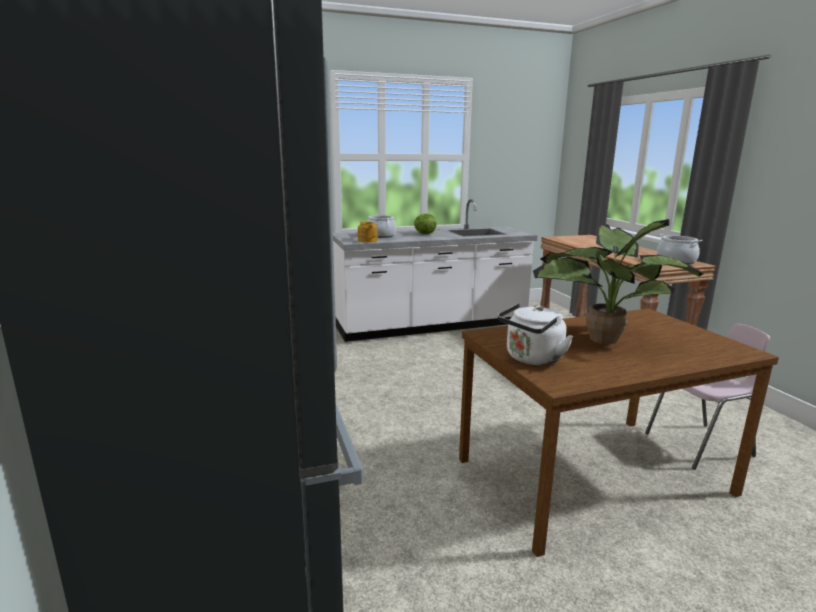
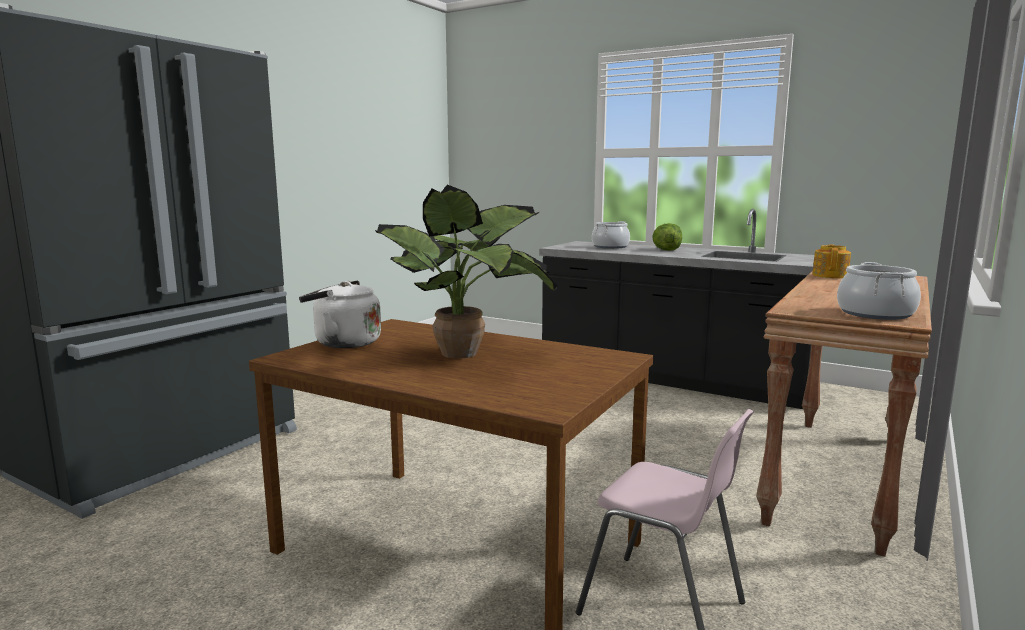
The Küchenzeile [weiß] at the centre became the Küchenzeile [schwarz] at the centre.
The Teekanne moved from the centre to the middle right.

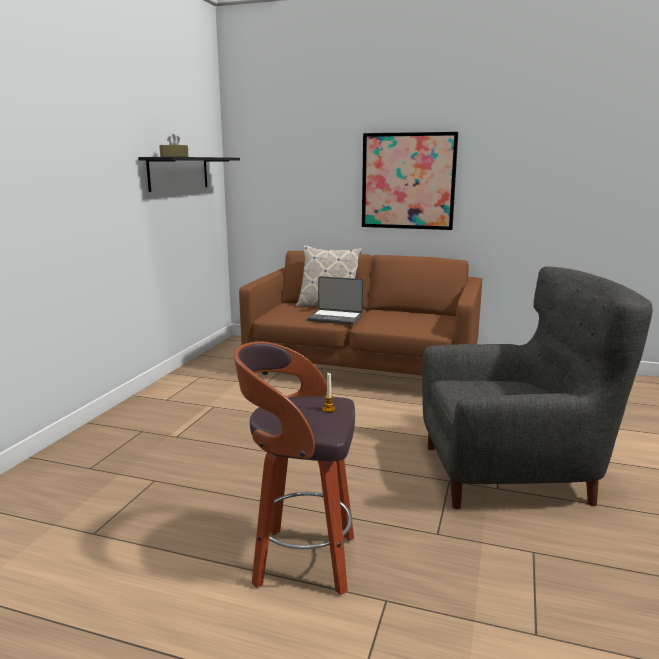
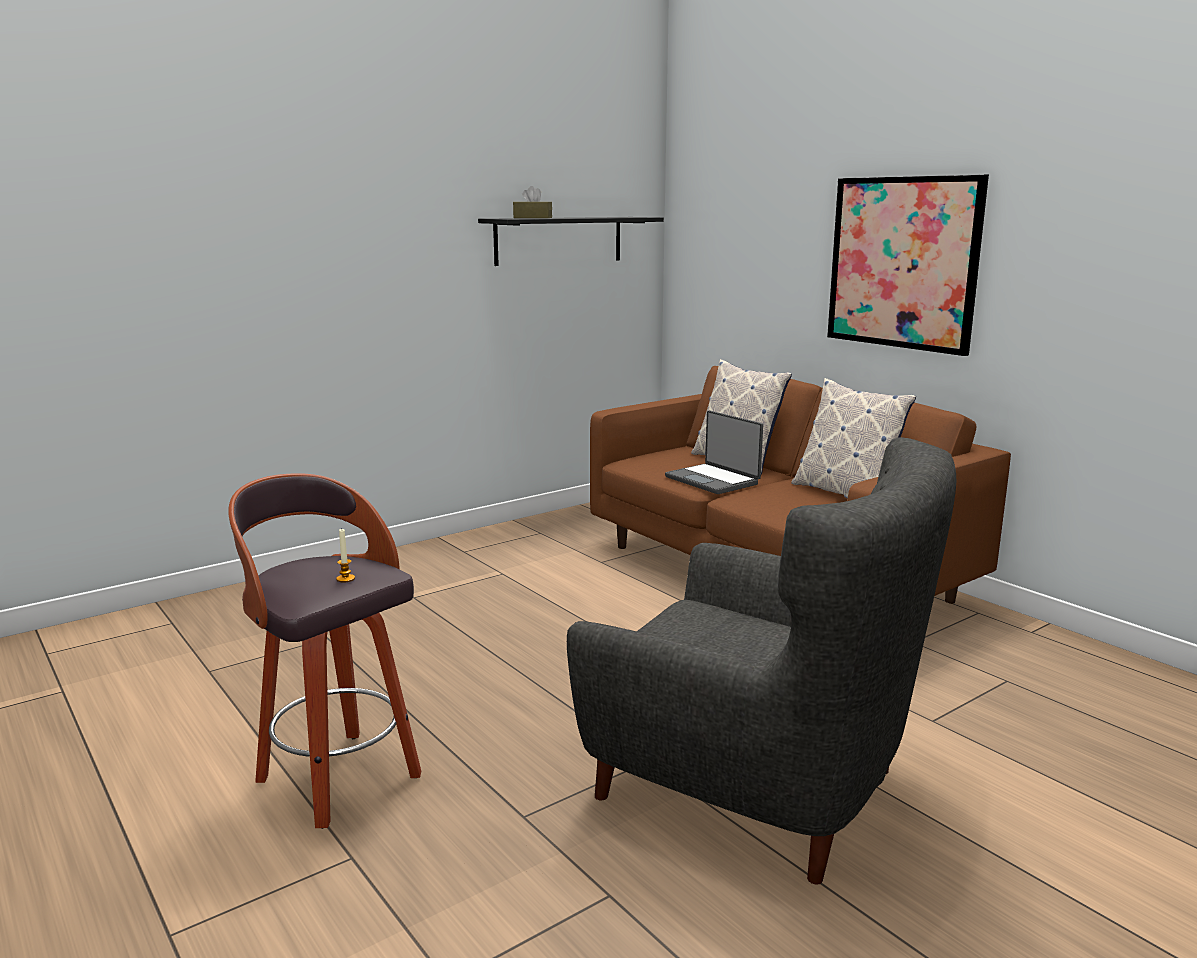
The Kissen (no. 2 from left) at the middle right appeared.

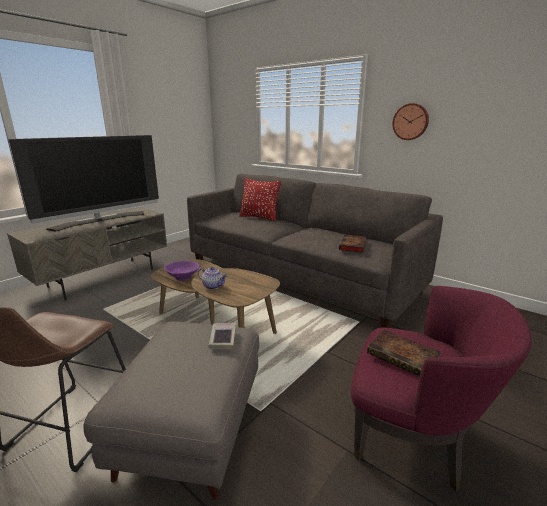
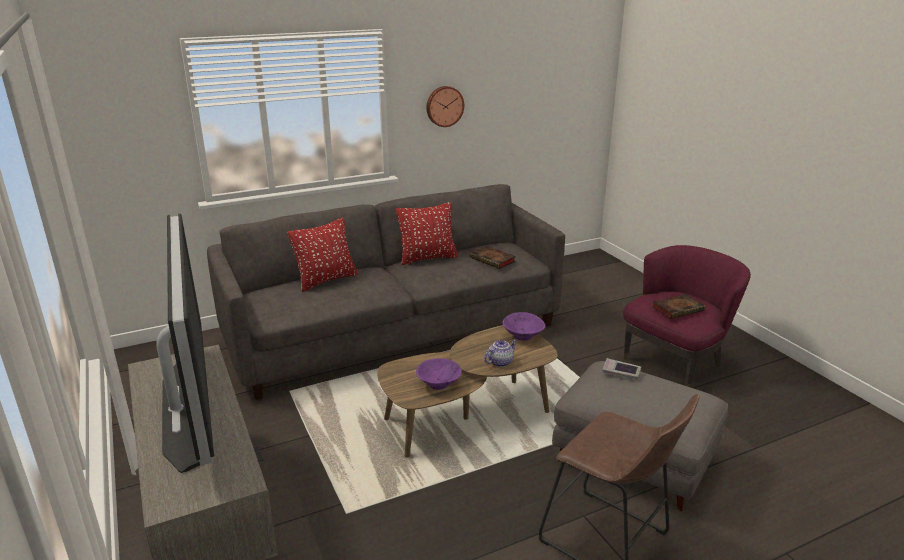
The Kissen [rot] (no. 2 from left) at the centre appeared.
The Schüssel [lila] (no. 2 from left) at the centre appeared.

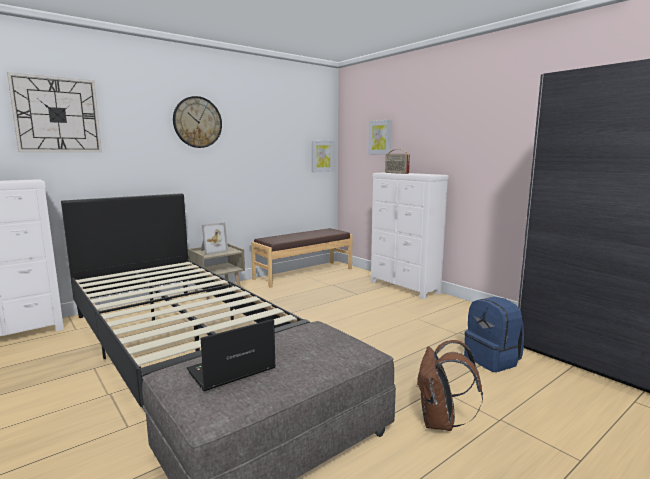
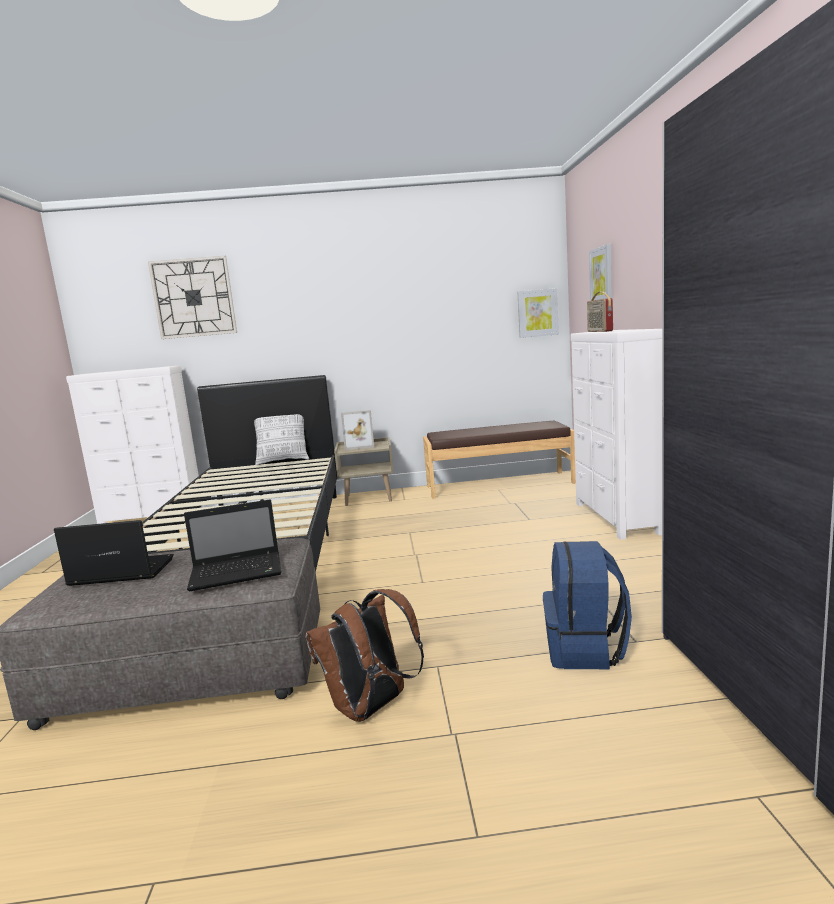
The Wanduhr (no. 2 from left) at the top left disappeared.
The Laptop (no. 2 from left) at the middle left appeared.
The Kissen at the centre appeared.

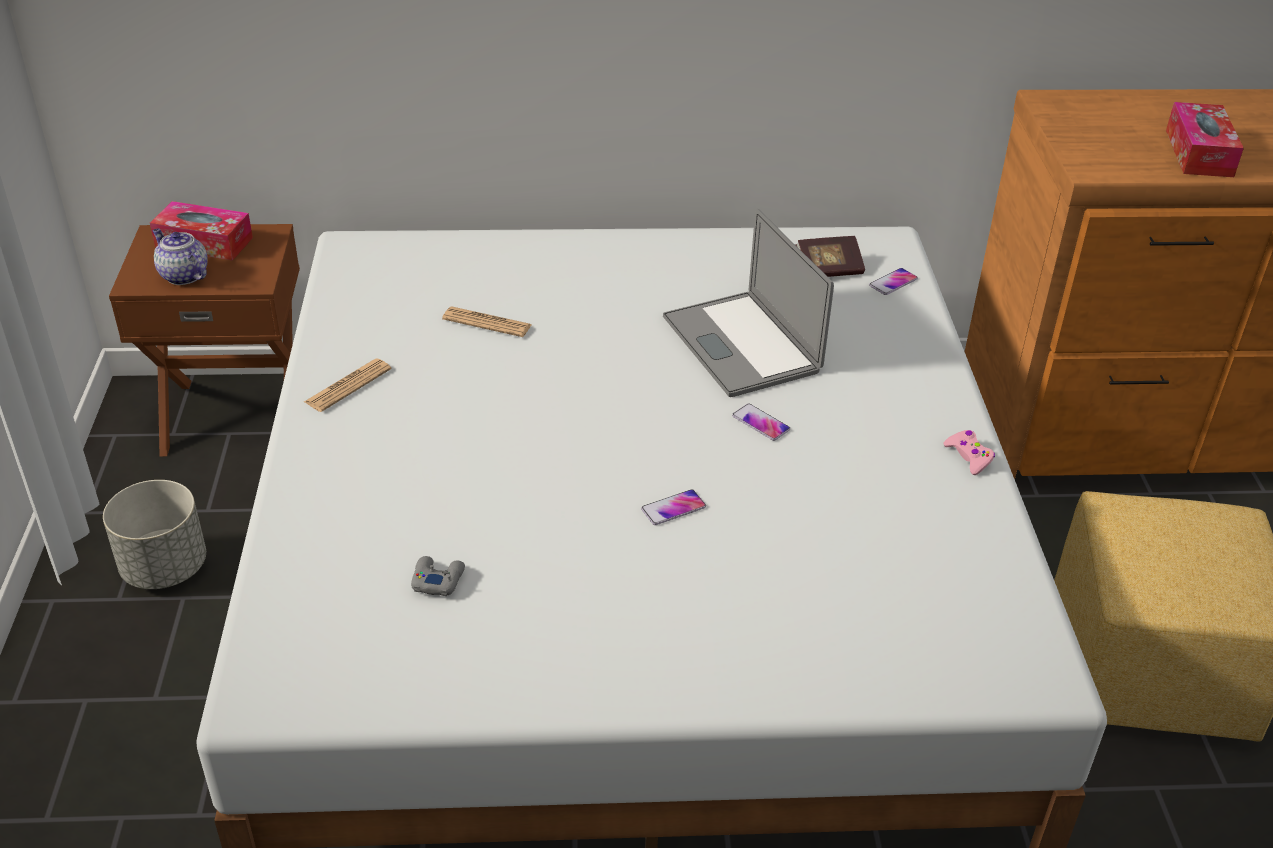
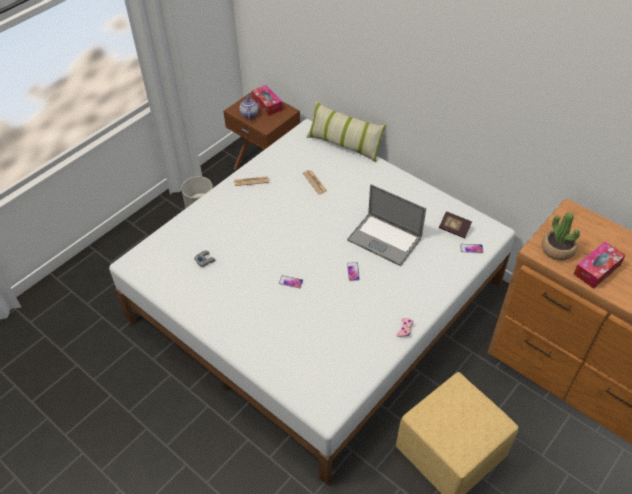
The Laptop at the centre turned 75 degrees counterclockwise.
The Kissen at the top centre appeared.
The Topfpflanze at the middle right appeared.

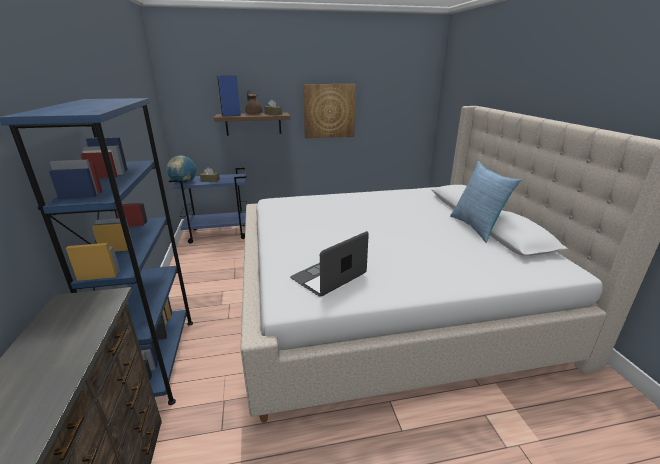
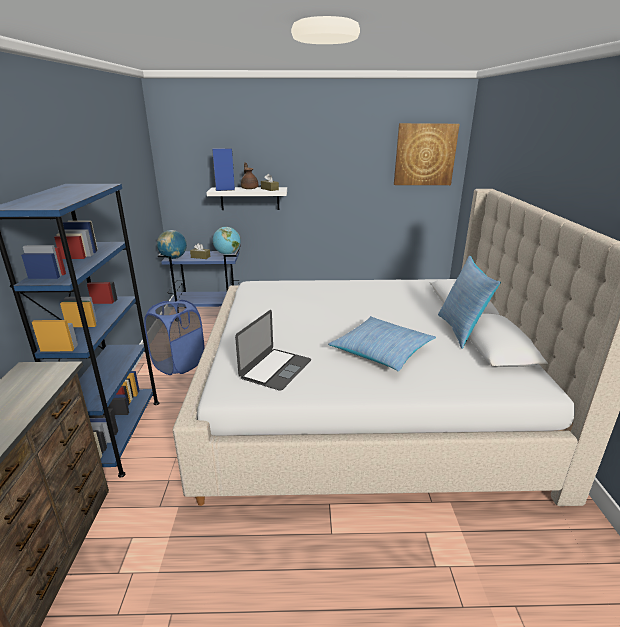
The Wandregal [braun] at the top centre became the Wandregal [weiß] at the top centre.
The Laptop at the centre turned 150 degrees clockwise.
The Bild moved from the top centre to the top right.
The Wäschekorb [blau] at the middle left appeared.
The Globus (no. 2 from left) at the centre appeared.
The Kissen (no. 1 from left) at the centre appeared.

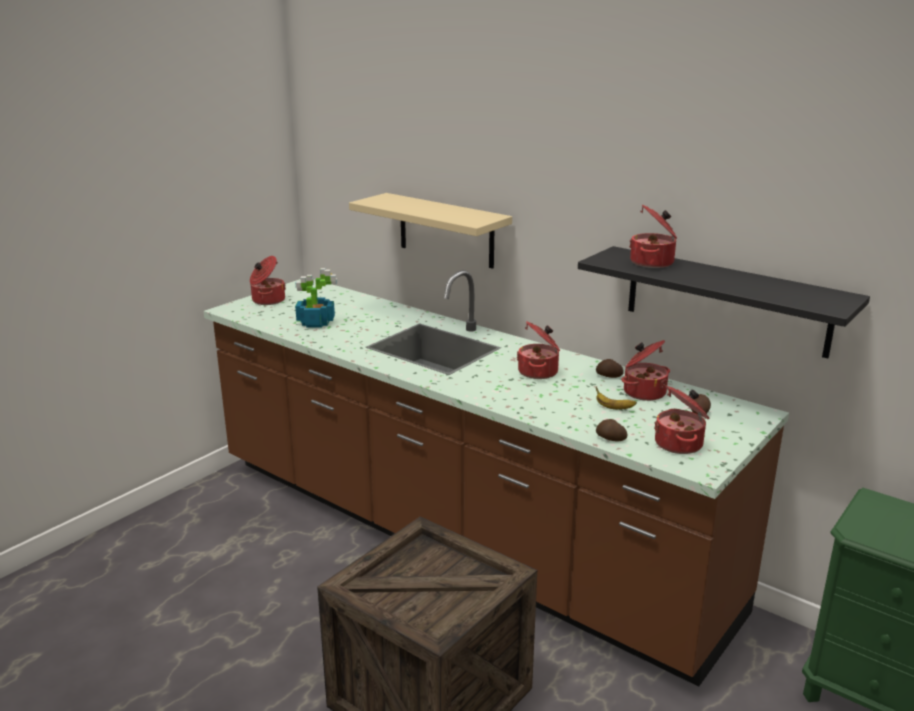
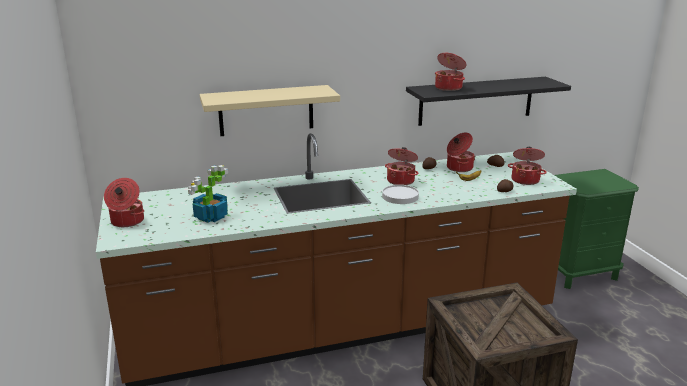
The Teller [weiß] at the centre appeared.

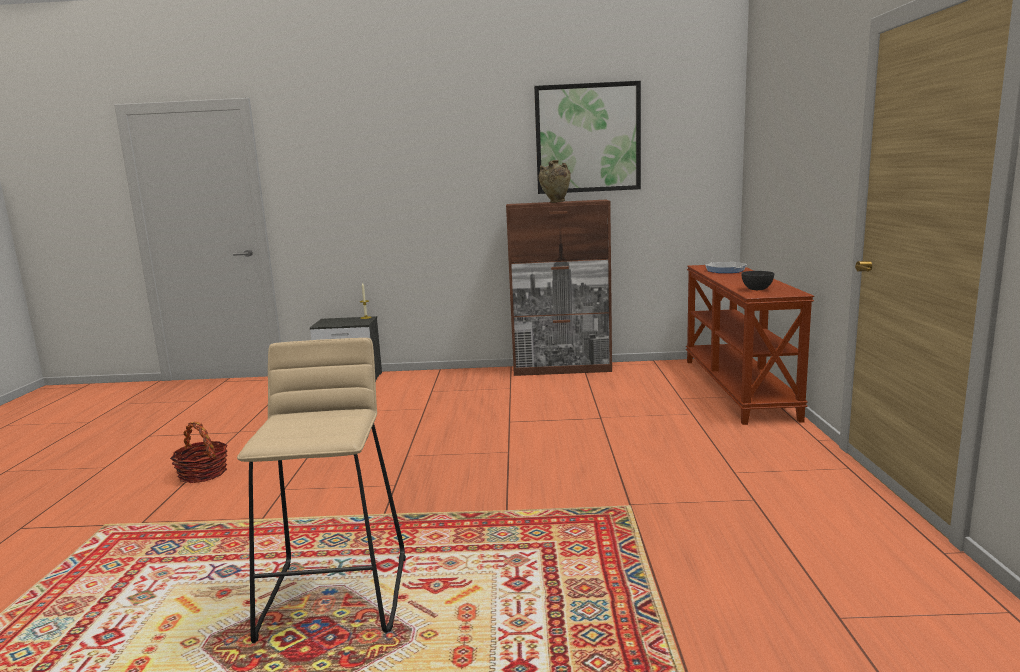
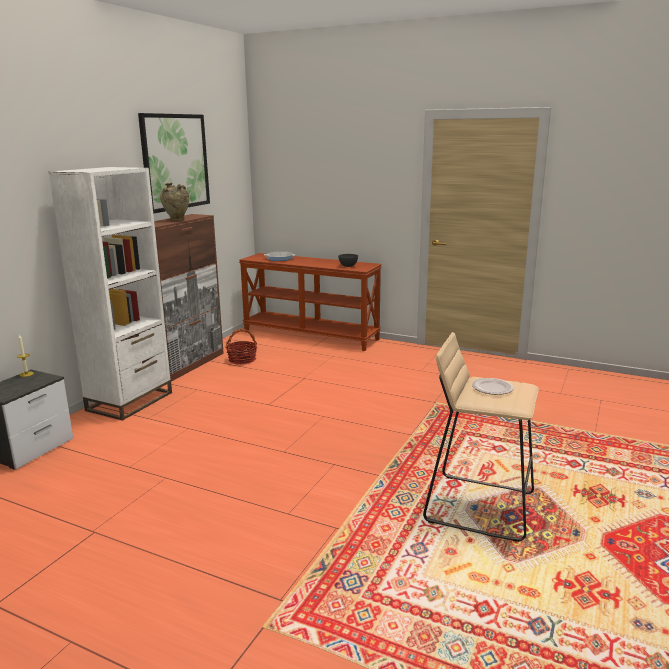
The Korb moved from the bottom left to the centre.
The Bücherregal [weiß] at the middle left appeared.
The Teller at the middle right appeared.

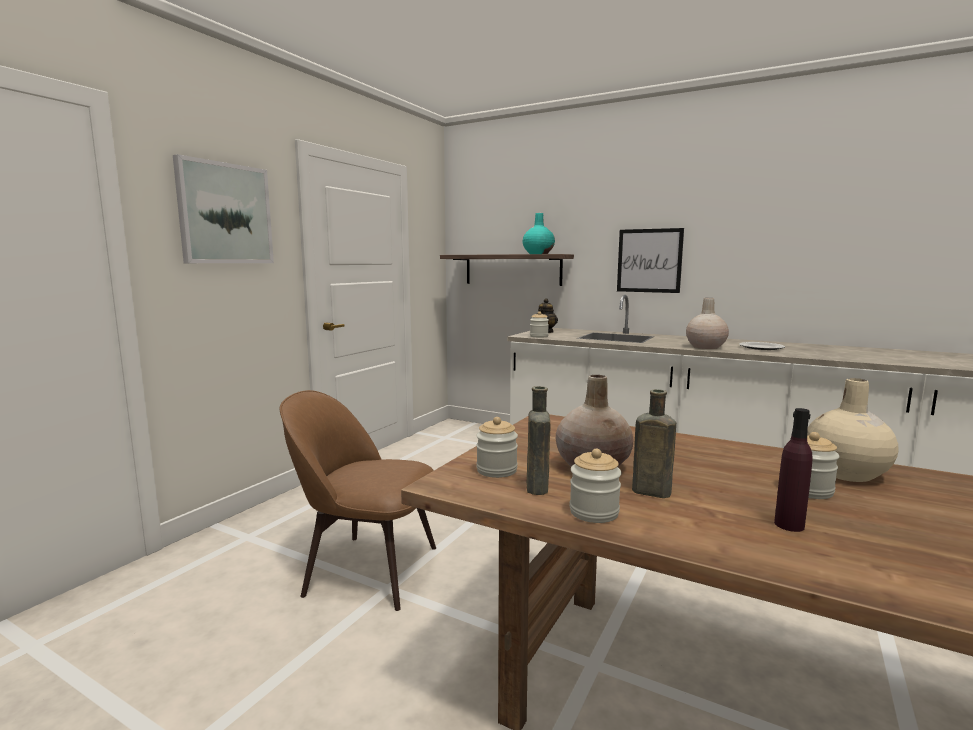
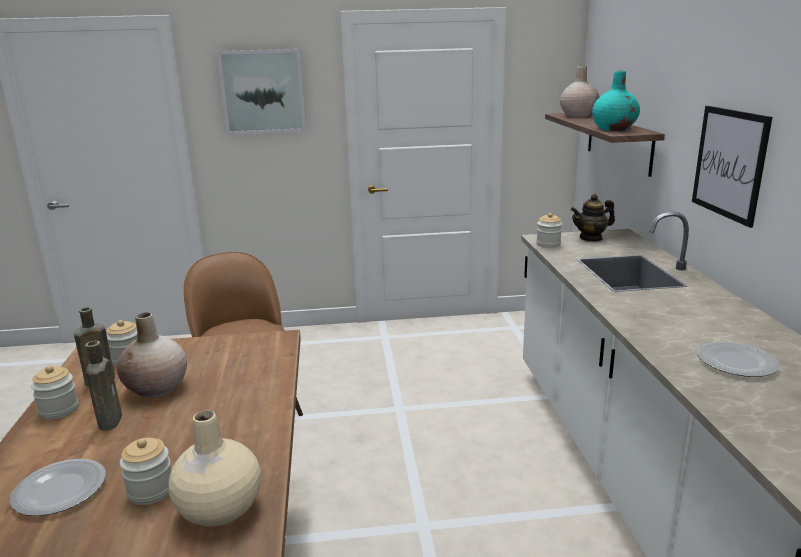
The Vase [beige] (no. 2 from left in the first image) moved from the middle right to the top right.
The Flasche [lila] at the middle right was replaced by the Teller (no. 1 from left) at the bottom left.

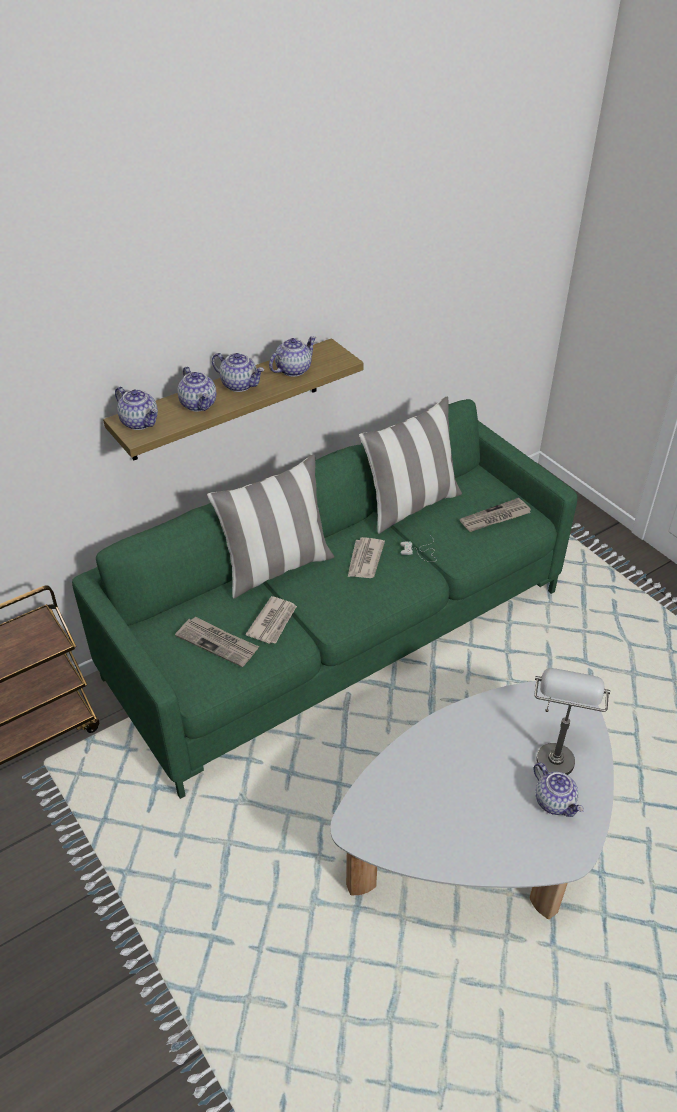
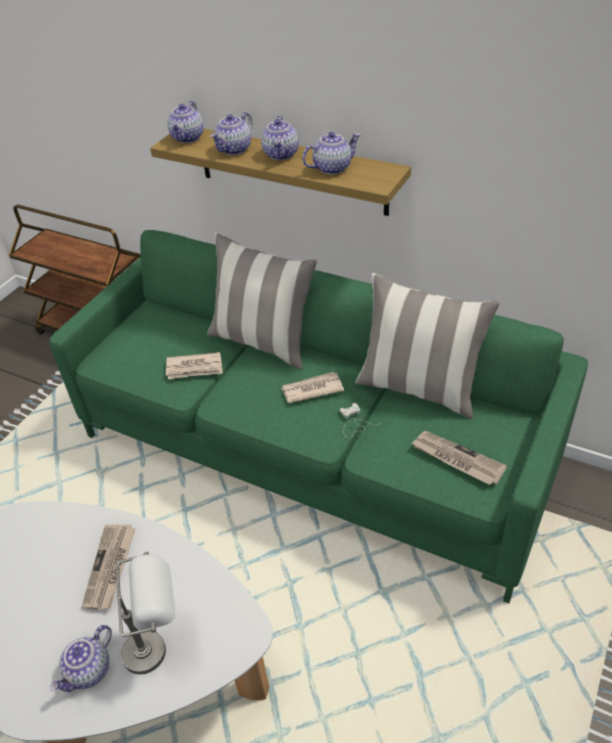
The Zeitung (no. 1 from left) moved from the middle left to the bottom left.
The Teekanne (no. 4 from left in the first image) at the top centre turned 45 degrees counterclockwise.

